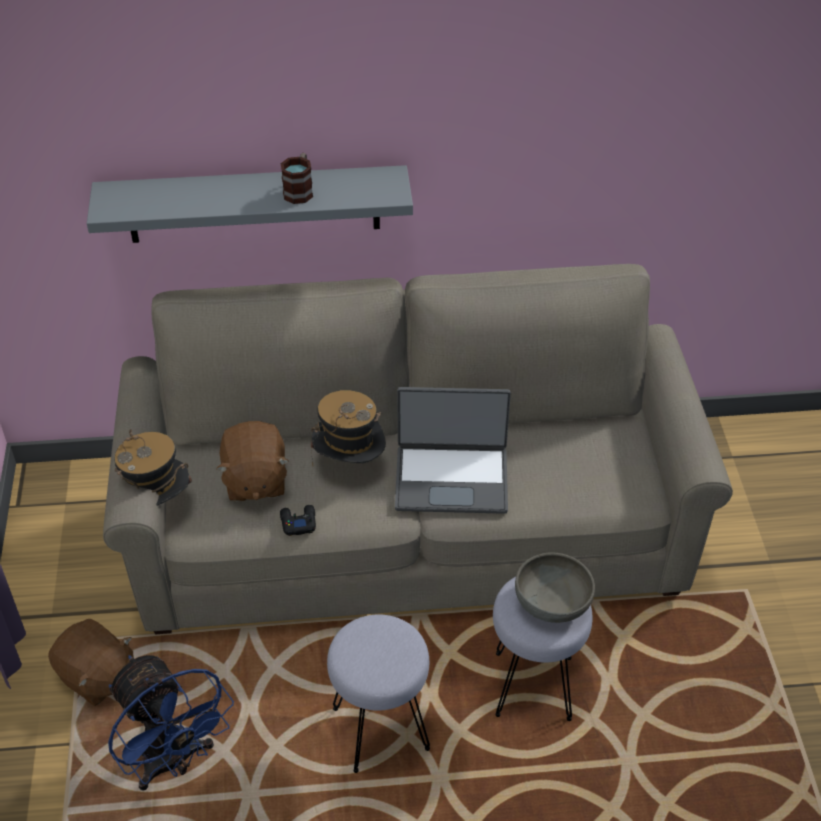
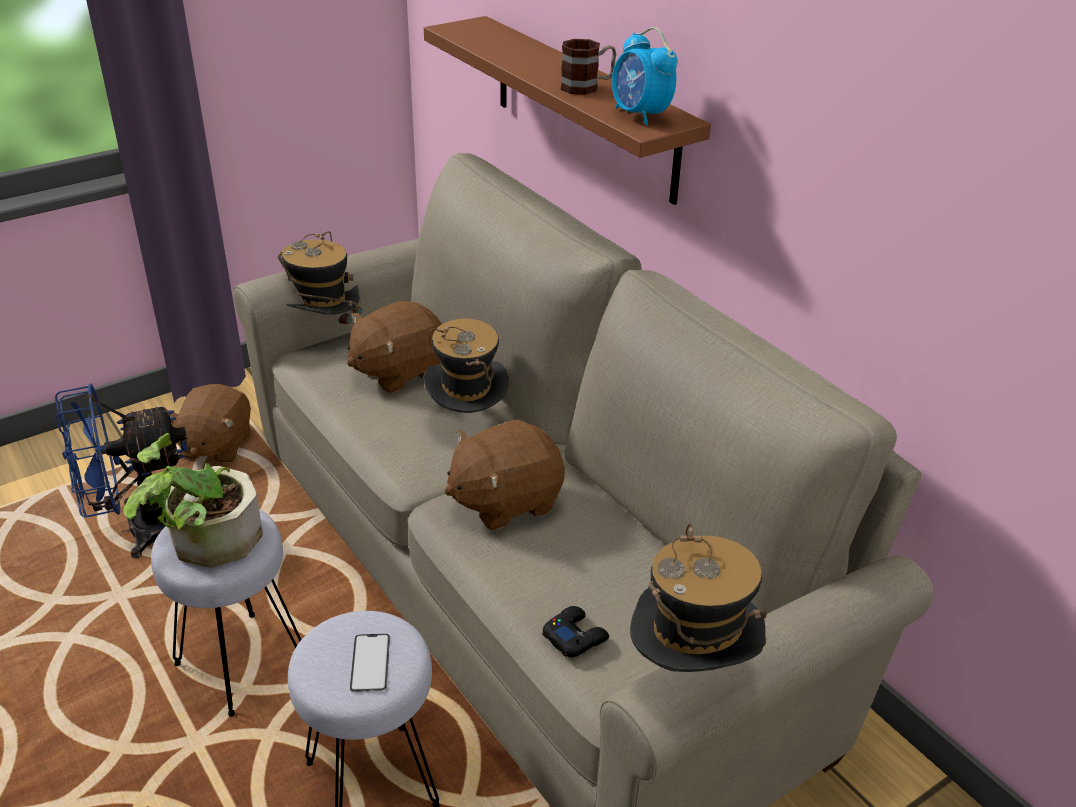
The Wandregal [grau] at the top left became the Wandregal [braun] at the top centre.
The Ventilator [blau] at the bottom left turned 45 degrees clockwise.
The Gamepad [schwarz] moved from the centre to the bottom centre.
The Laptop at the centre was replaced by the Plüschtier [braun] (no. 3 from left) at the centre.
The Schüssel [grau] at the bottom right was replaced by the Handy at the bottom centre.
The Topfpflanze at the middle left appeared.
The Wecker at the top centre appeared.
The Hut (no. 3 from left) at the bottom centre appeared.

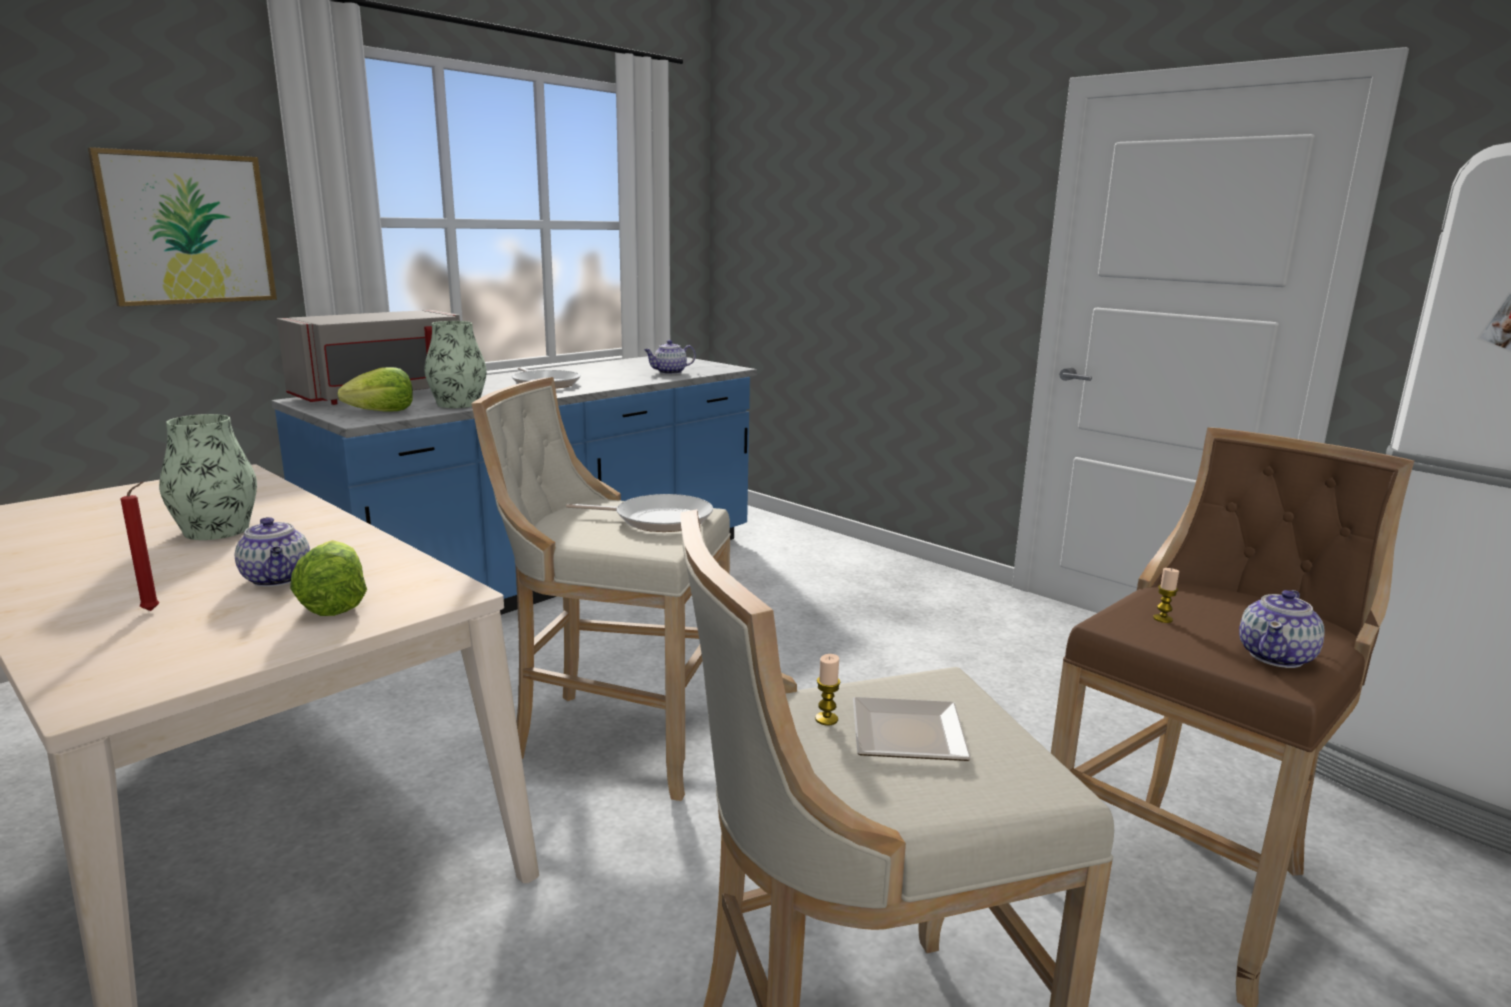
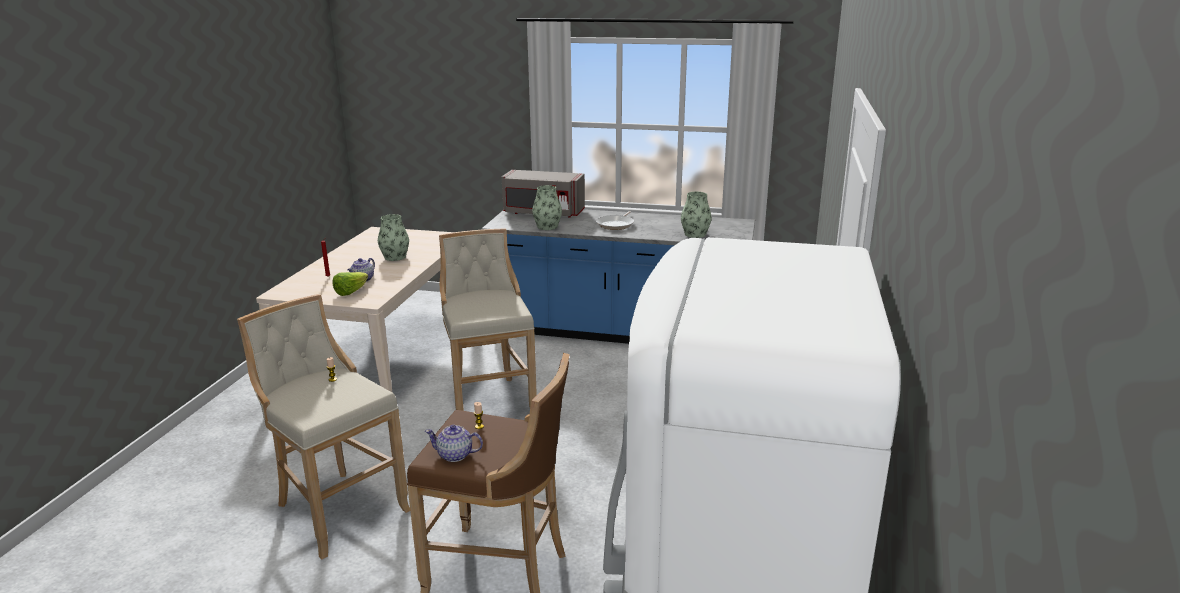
The Bild at the top left disappeared.
The Salatkopf (no. 2 from left) at the middle left disappeared.
The Pfanne (no. 2 from left) at the centre disappeared.
The Teekanne (no. 2 from left) at the centre was replaced by the Vase (no. 3 from left) at the centre.
The Teller at the bottom centre disappeared.

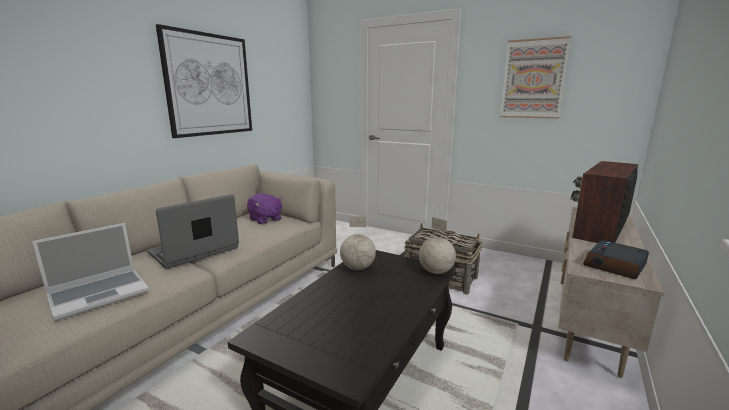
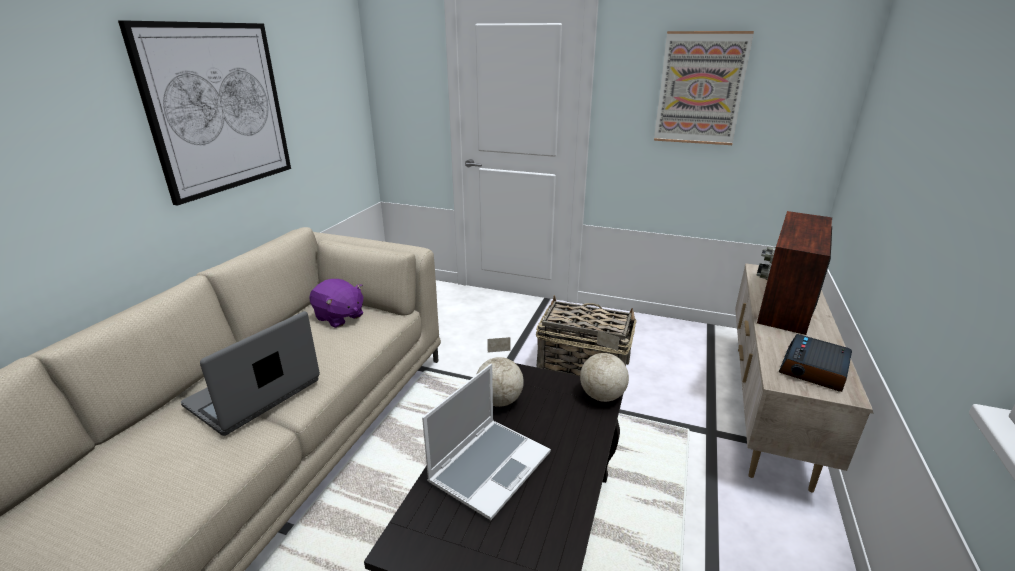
The Laptop (no. 1 from left in the first image) moved from the middle left to the bottom centre.

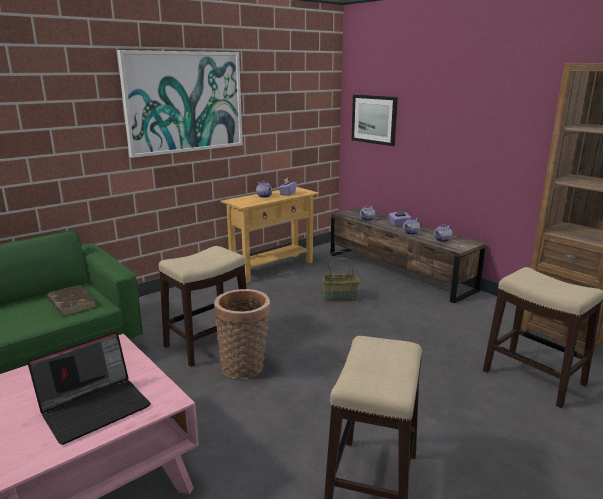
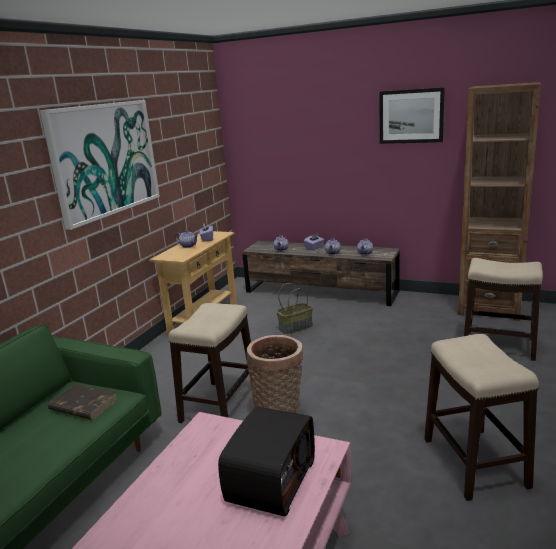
The Laptop at the bottom left was replaced by the Radio at the bottom centre.
The Bild (no. 2 from left) moved from the top centre to the top right.

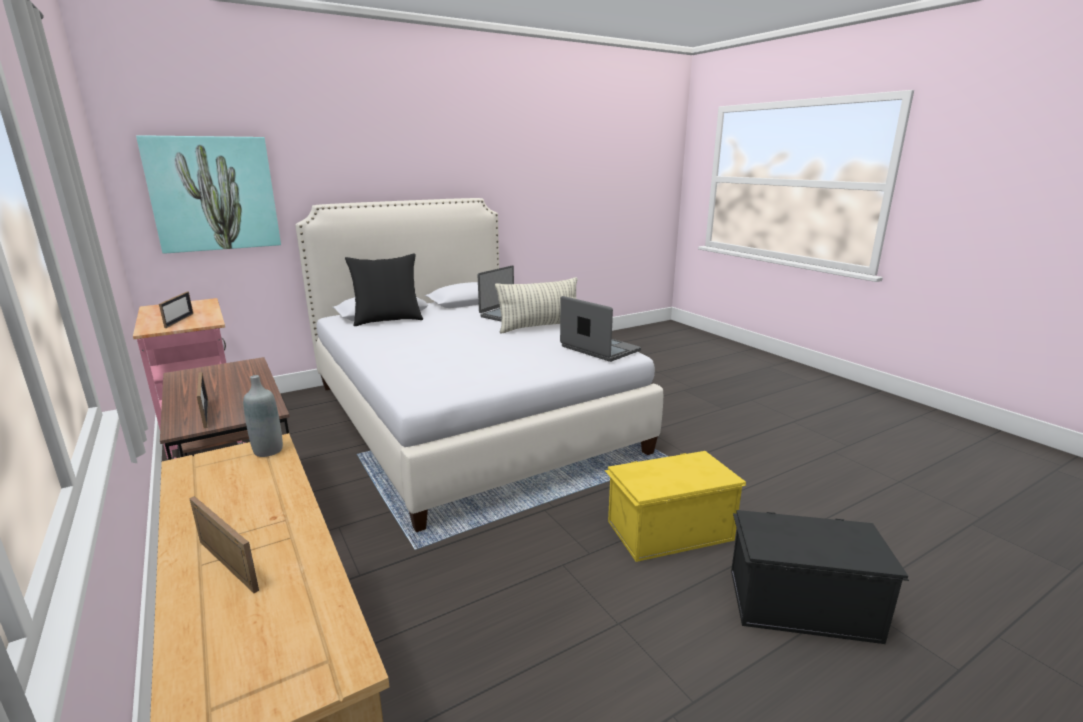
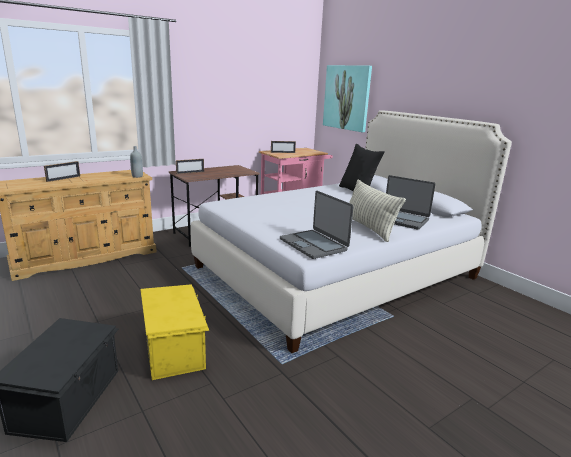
The Laptop (no. 2 from left in the first image) at the centre turned 105 degrees clockwise.

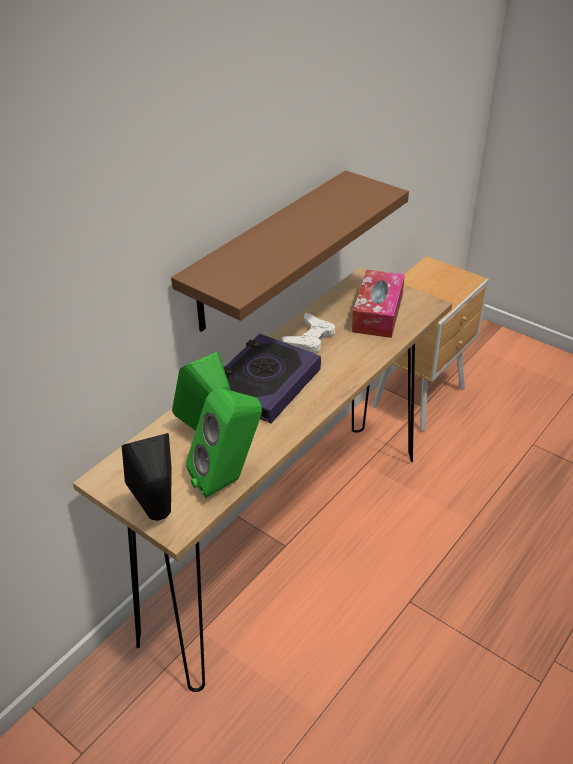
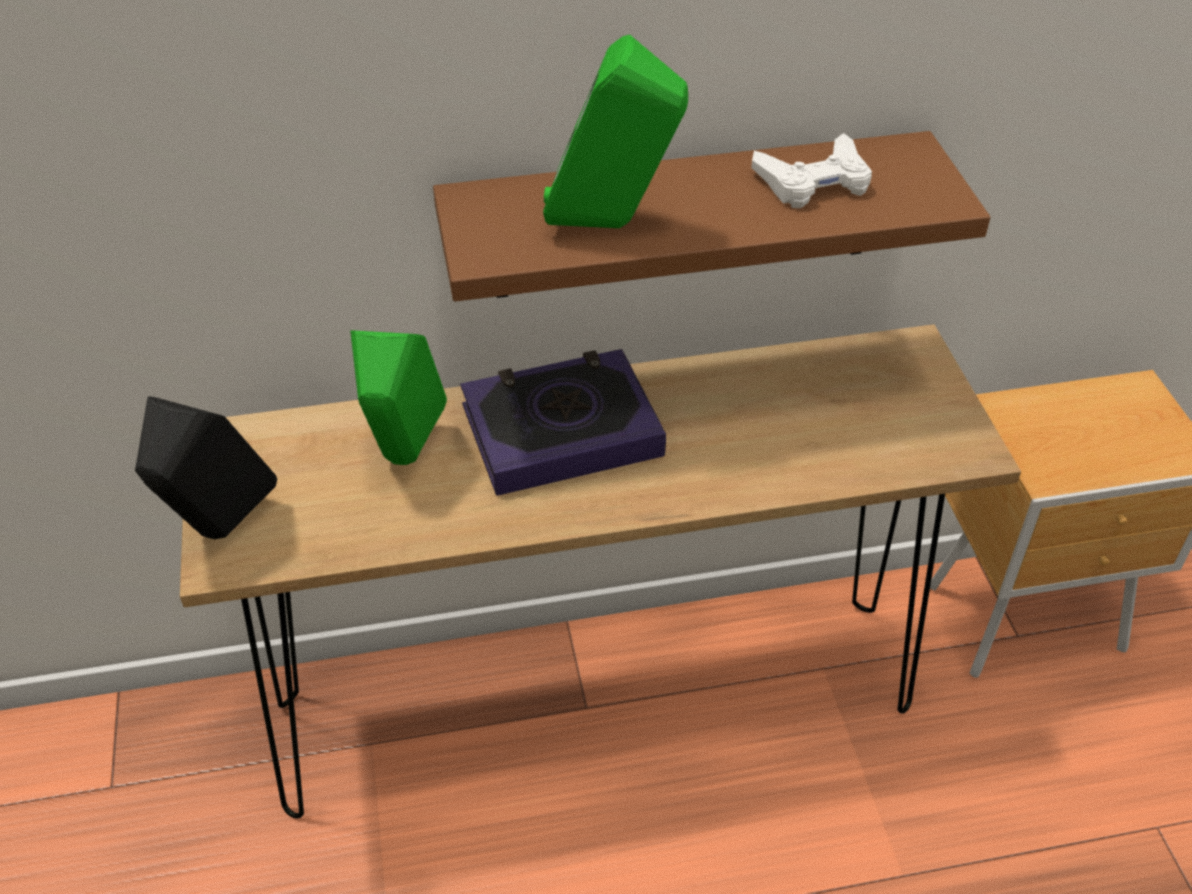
The Lautsprecher [grün] (no. 2 from left) moved from the centre to the top centre.
The Gamepad [weiß] moved from the centre to the top right.
The Taschentuchbox at the centre disappeared.

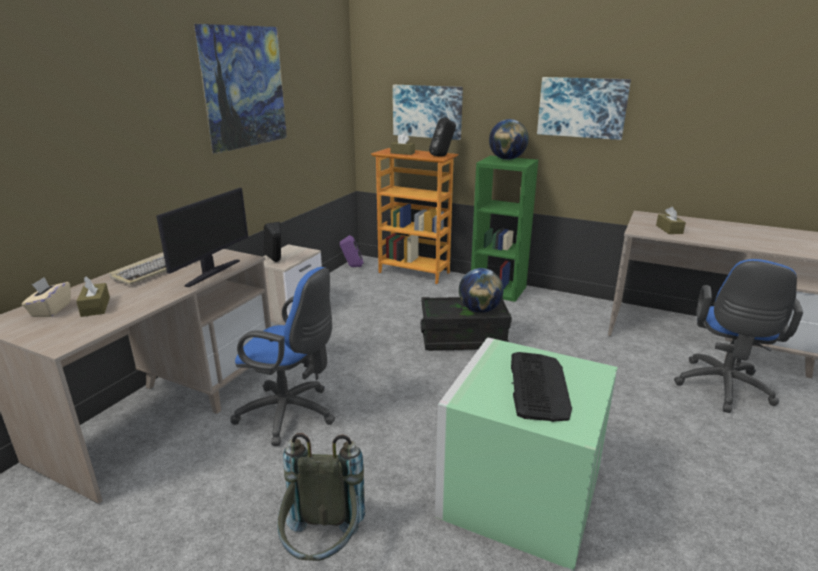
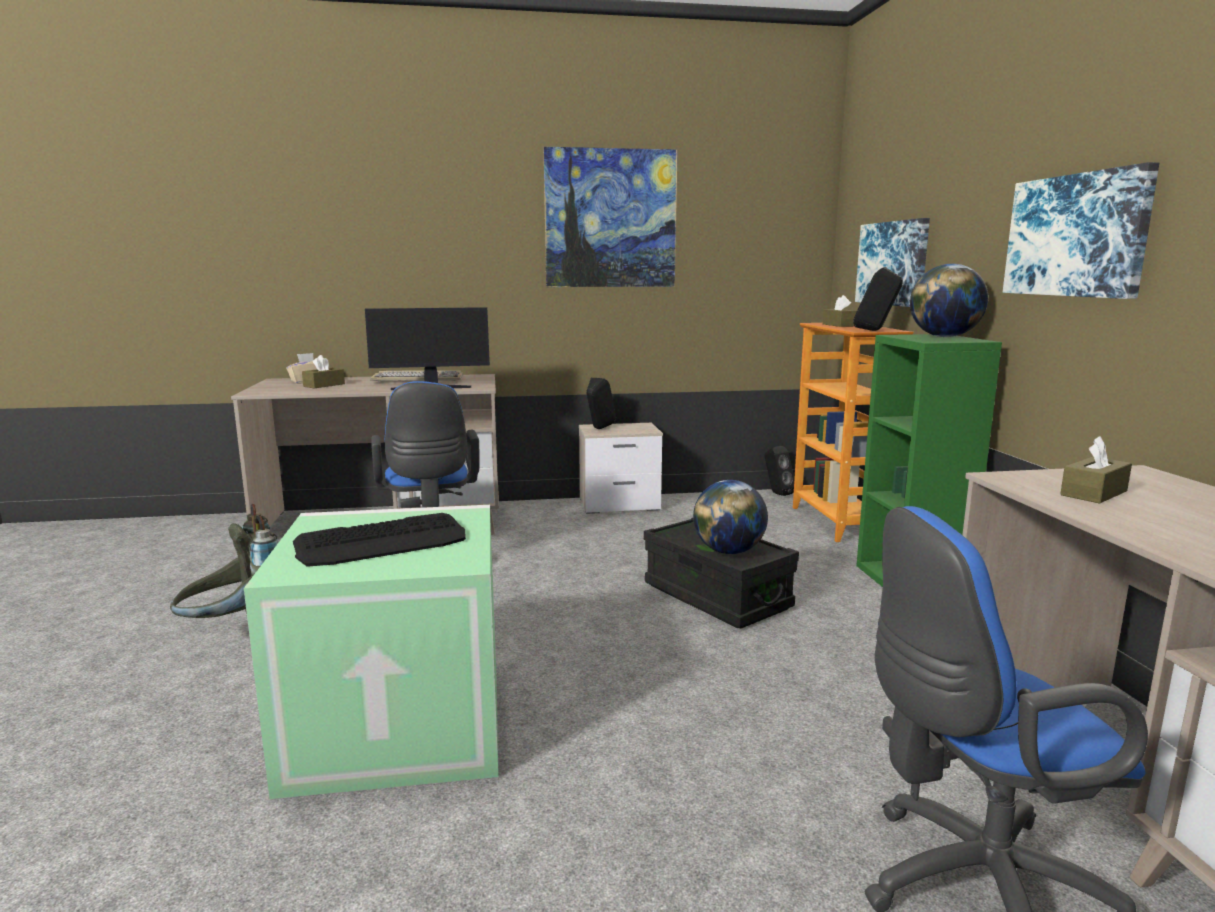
The Lautsprecher [lila] at the centre became the Lautsprecher [schwarz] (no. 2 from left) at the centre.

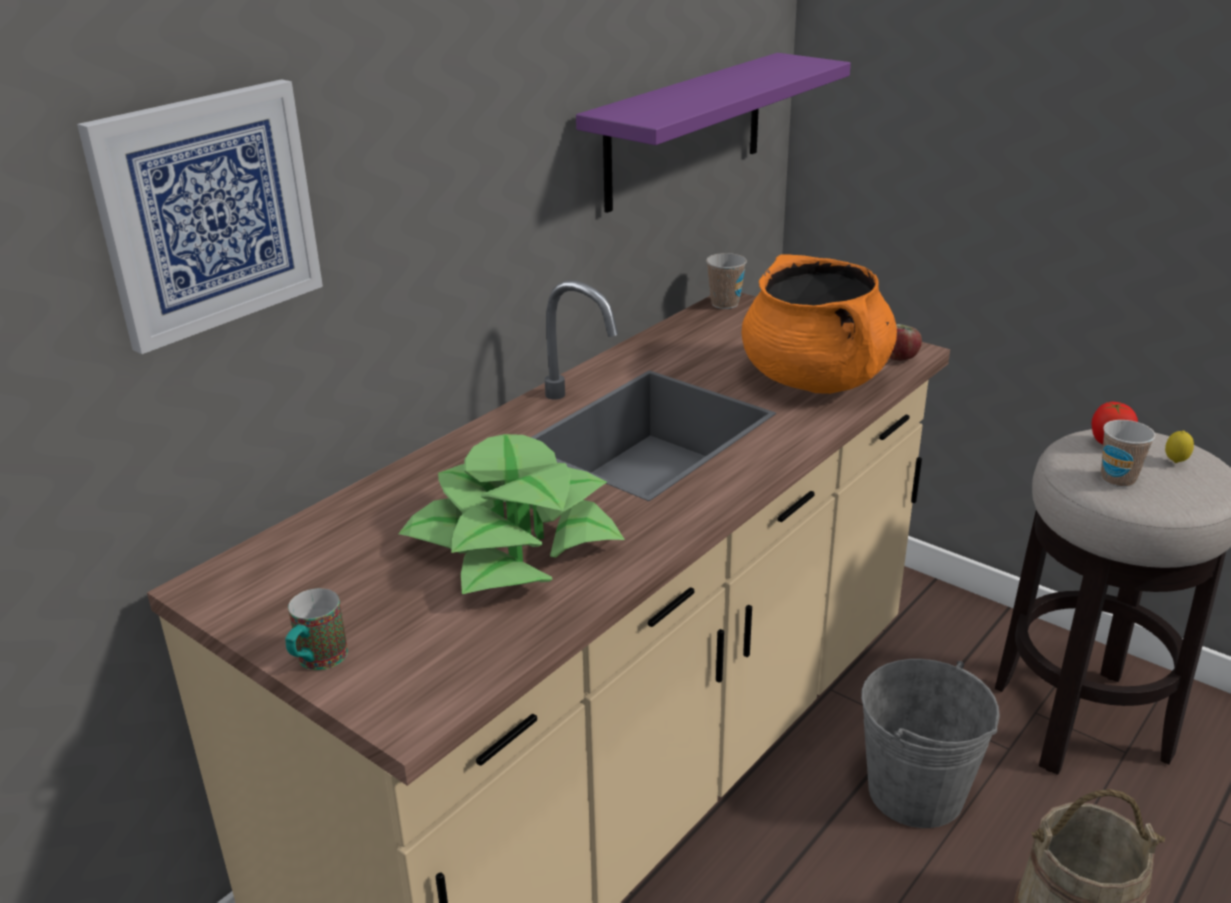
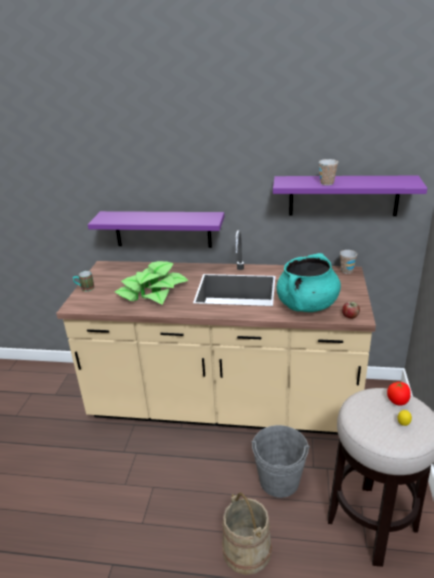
The Bild at the top left disappeared.
The Kochtopf [orange] at the centre became the Kochtopf [türkis] at the middle right.
The Tasse (no. 2 from left in the first image) moved from the middle right to the top right.
The Wandregal [lila] (no. 1 from left) at the centre appeared.

